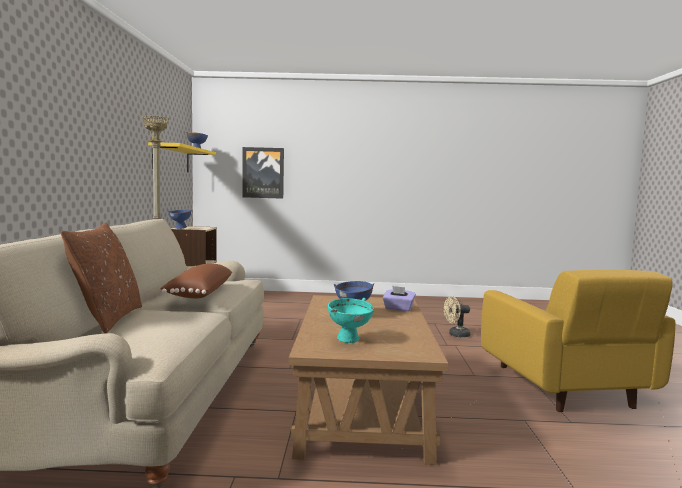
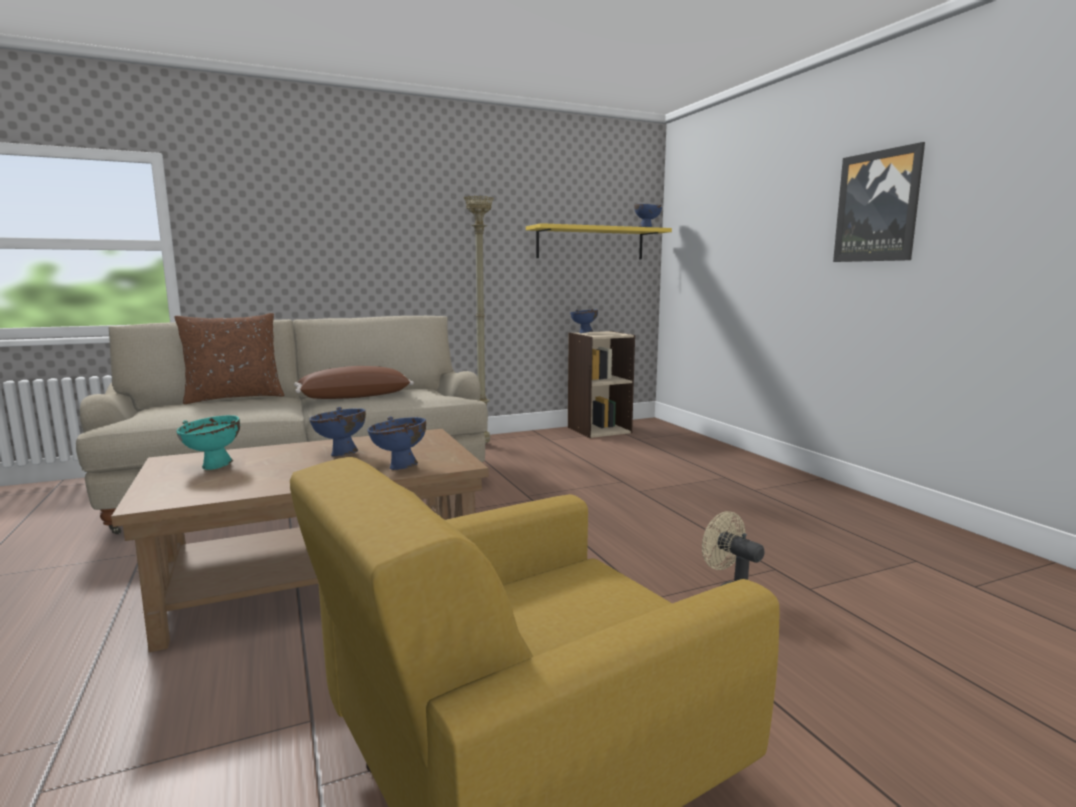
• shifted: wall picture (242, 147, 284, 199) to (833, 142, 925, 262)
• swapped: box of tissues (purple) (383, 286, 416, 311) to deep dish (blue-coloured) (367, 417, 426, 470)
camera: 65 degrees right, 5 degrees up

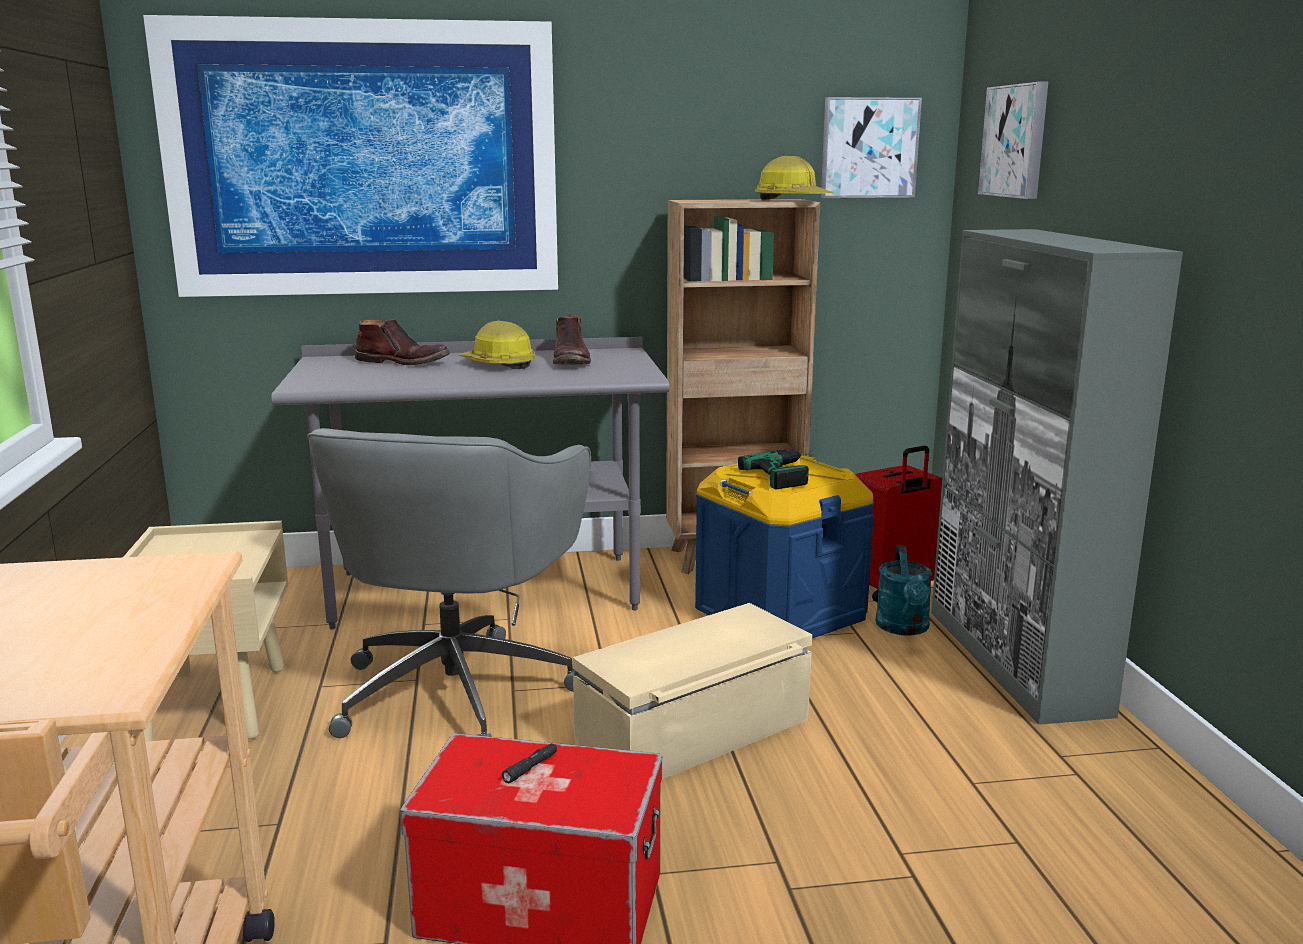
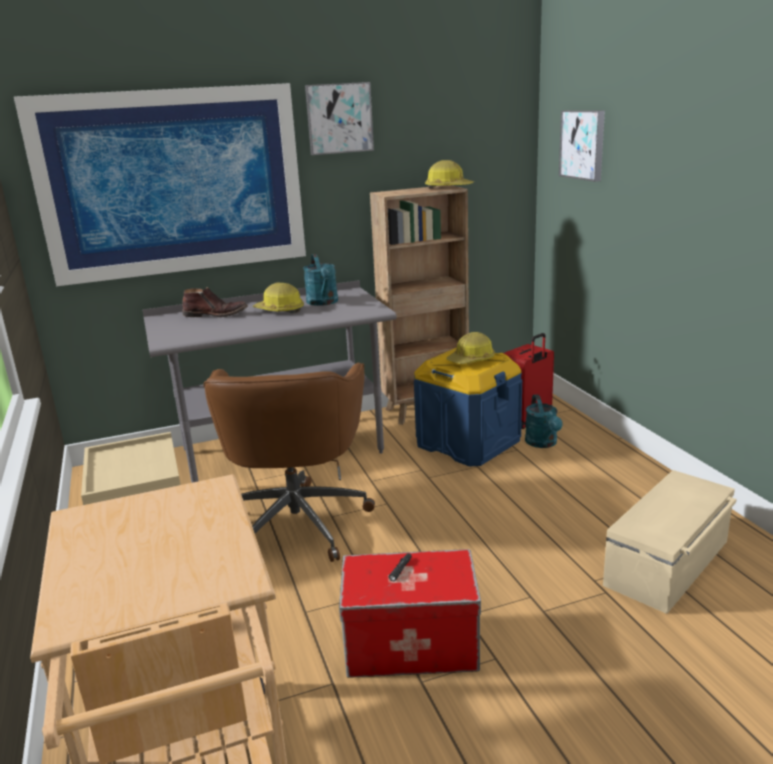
• gone: cupboard (greyish) (931, 229, 1183, 725)
• shifted: storage container (beige-coloured) (573, 603, 812, 779) to (603, 470, 737, 614)
• shifted: wall picture (821, 97, 922, 198) to (305, 82, 374, 155)
• swapped: boot (brown-coloured) (553, 315, 591, 365) to watering can (turquoise-coloured) (303, 254, 338, 306)
• swapped: electric drill (738, 449, 814, 489) to hard hat (446, 332, 495, 364)
• repainted: office chair (greyish) (307, 428, 591, 738) to office chair (brown-coloured) (203, 363, 375, 562)
camera: 10 degrees left, 5 degrees up

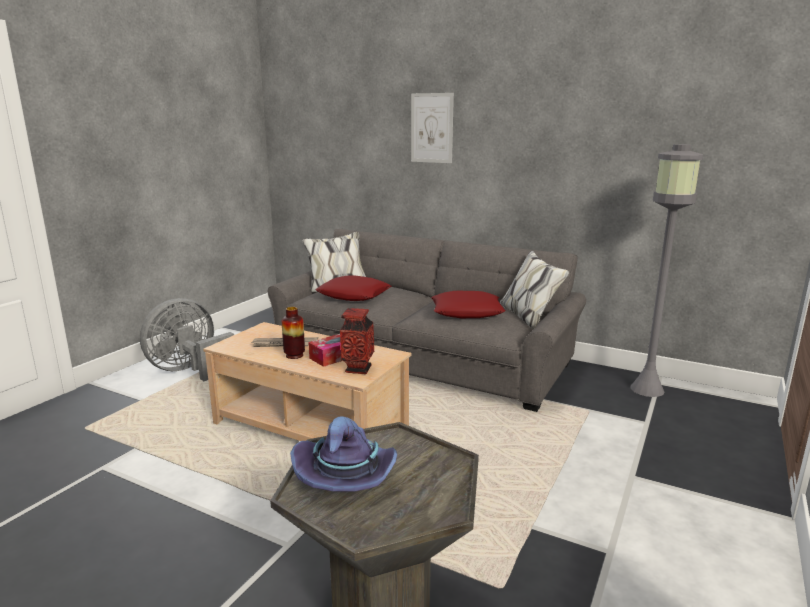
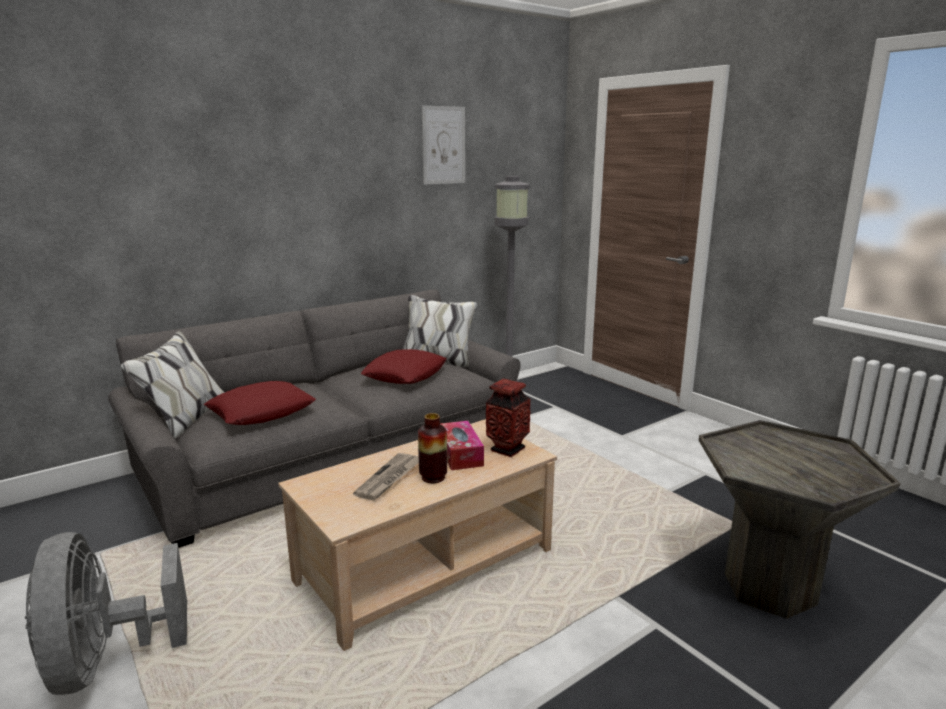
• gone: wearable hat (purple) (290, 416, 397, 491)
• shifted: wall picture (411, 93, 454, 163) to (422, 105, 465, 185)
camera: 65 degrees left, 0 degrees up

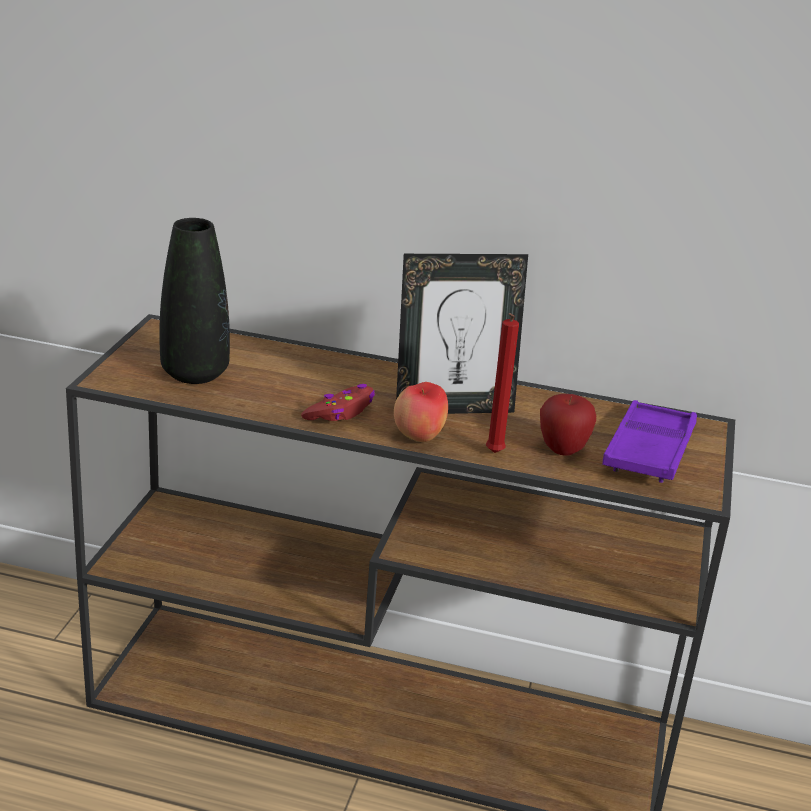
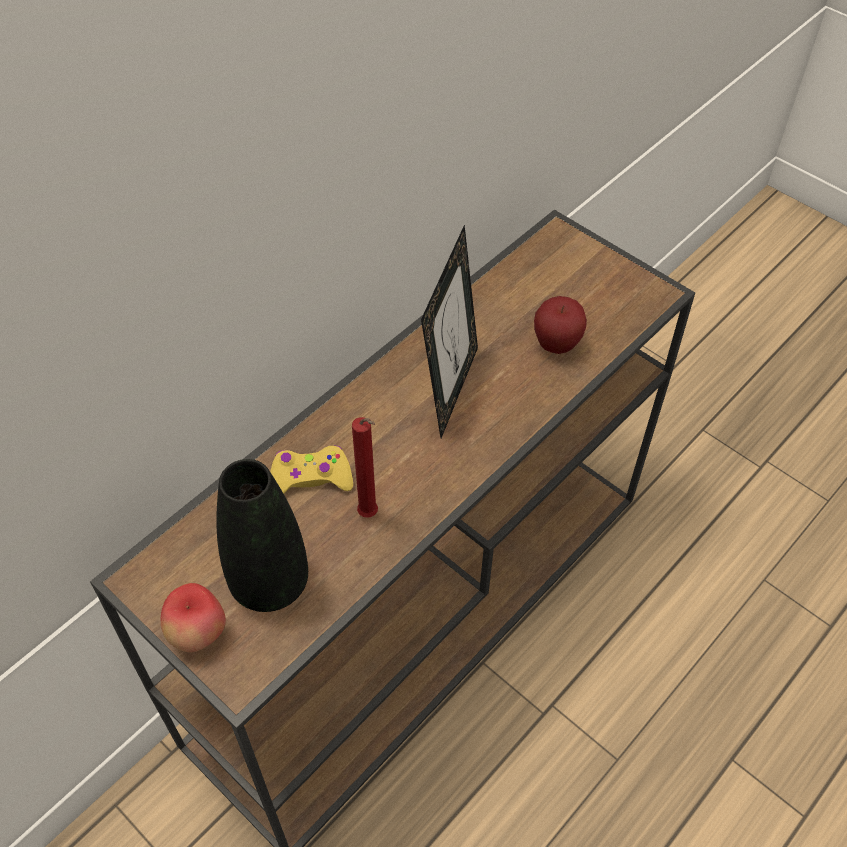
• gone: joypad (red-coloured) (301, 384, 375, 421)
• gone: serving tray (purple) (602, 400, 697, 483)
• new: joypad (yellow) (270, 445, 353, 494)
• shifted: whole apple (394, 382, 448, 442) to (161, 583, 226, 652)
• shifted: wax light (red-coloured) (486, 313, 519, 453) to (352, 417, 378, 518)
camera: 60 degrees left, 25 degrees up

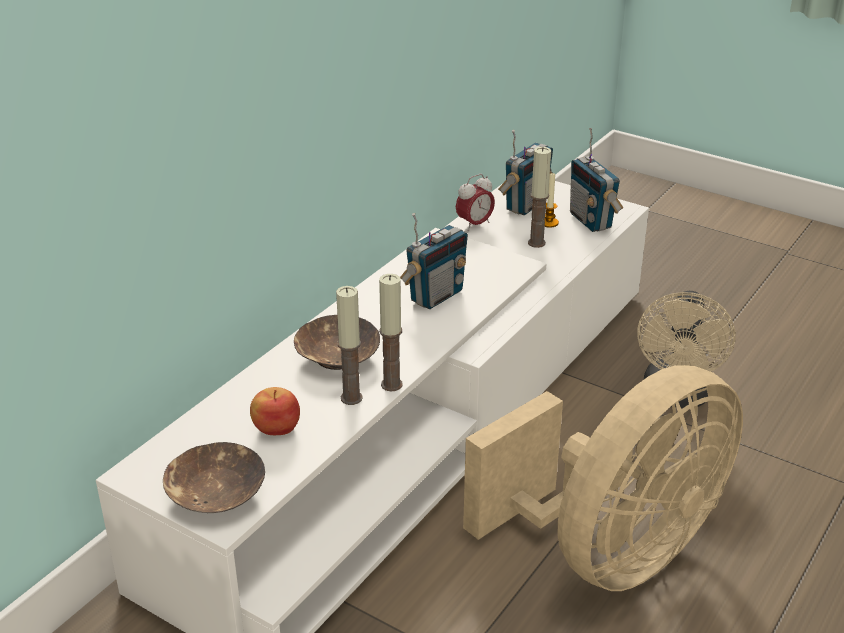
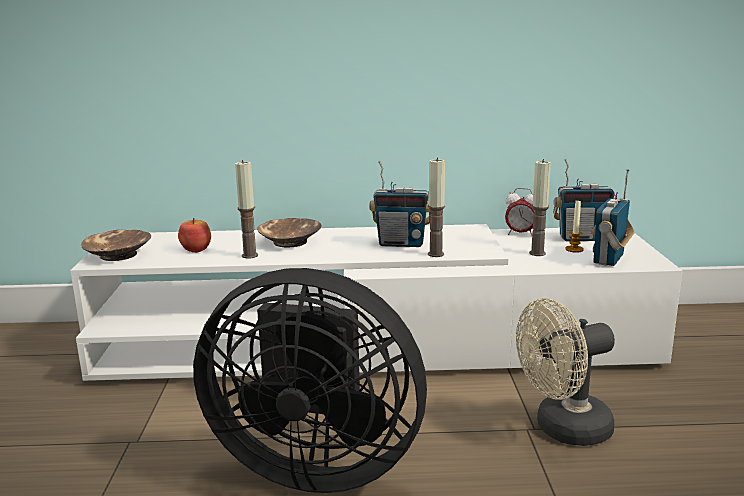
• shifted: wax light (379, 274, 403, 392) to (428, 158, 445, 257)
• repainted: electric fan (beige-coloured) (463, 365, 743, 591) to electric fan (black-coloured) (193, 268, 427, 493)
camera: 55 degrees right, 15 degrees down

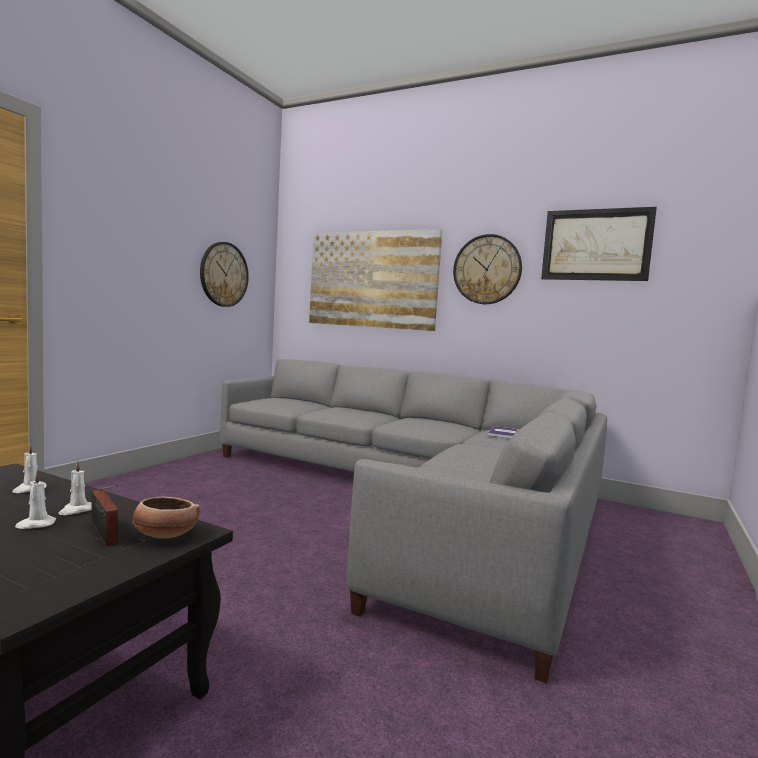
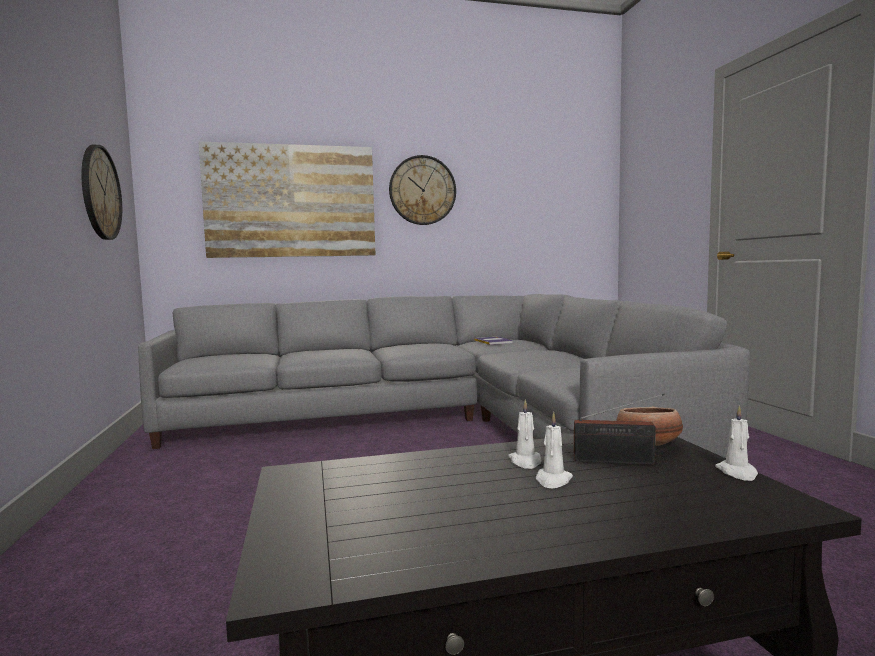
• gone: wall picture (541, 207, 657, 281)
• shifted: wax light (white) (12, 444, 47, 493) to (715, 405, 758, 481)
camera: 40 degrees left, 0 degrees up

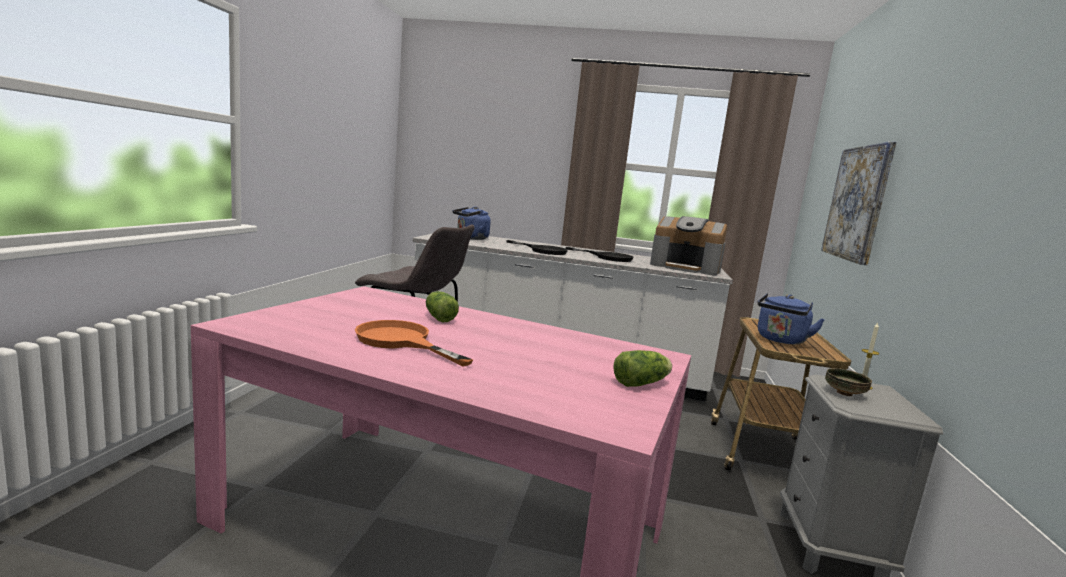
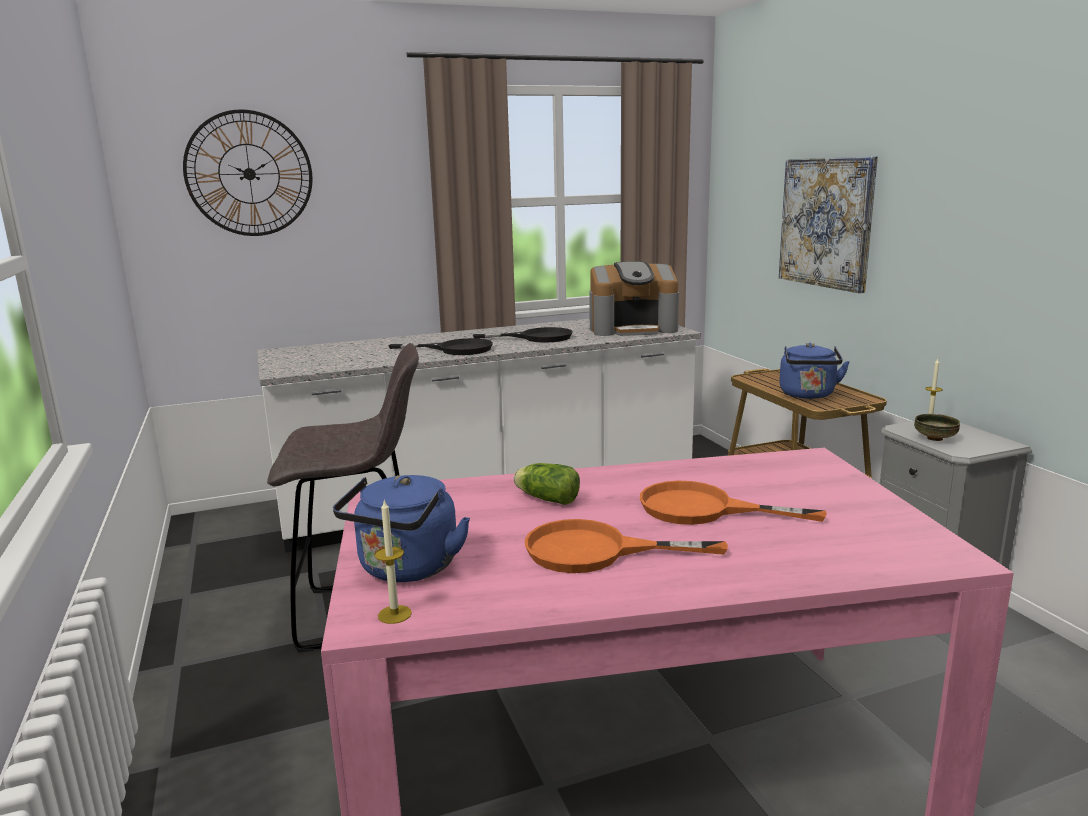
• gone: head of lettuce (613, 350, 672, 387)
• new: hanging clock (183, 109, 313, 236)
• new: wax light (374, 500, 412, 624)
• new: pan (orange-coloured) (640, 481, 827, 525)
• shifted: water kettle (blue-coloured) (453, 207, 491, 240) to (333, 475, 470, 582)
camera: 30 degrees left, 5 degrees up

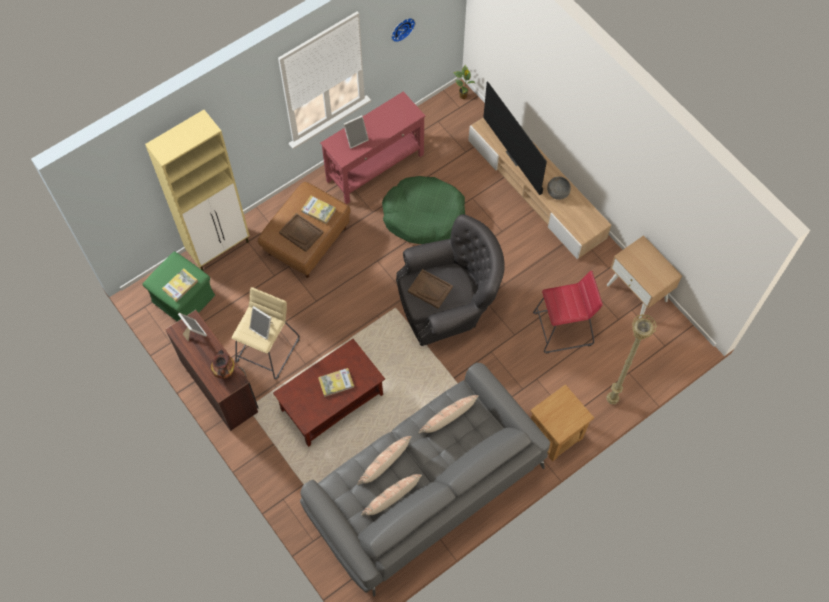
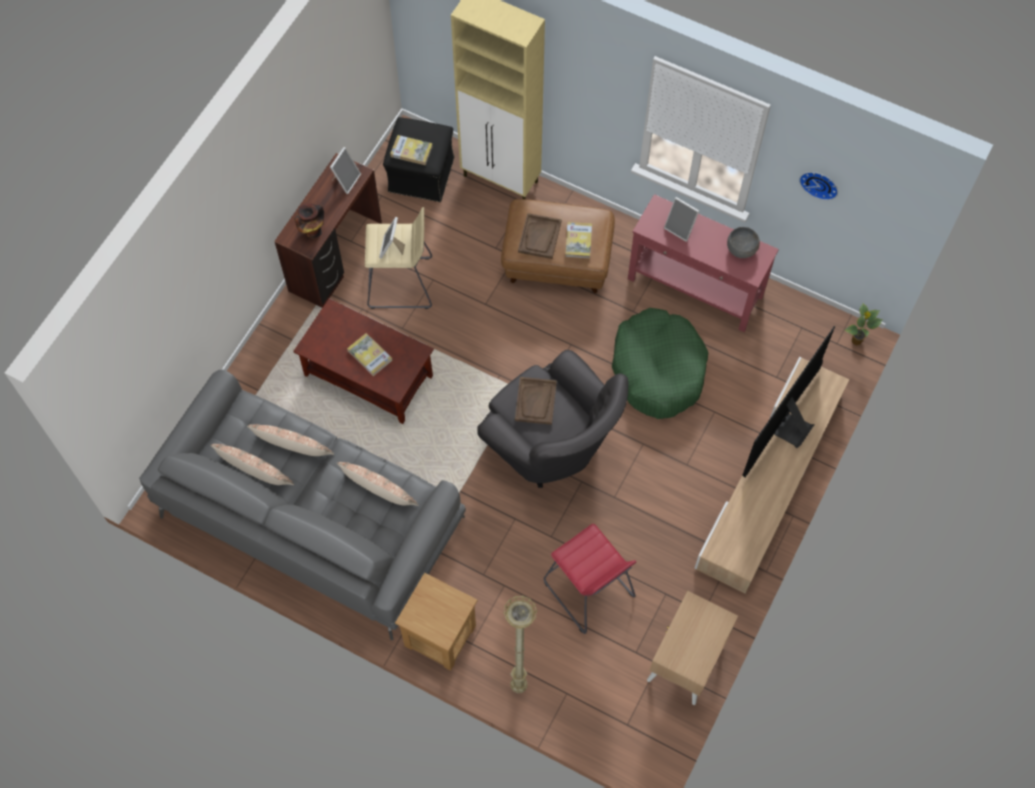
• shifted: deep dish (greyish) (547, 176, 571, 200) to (727, 227, 760, 258)
• repainted: ottoman (green) (143, 251, 215, 321) to ottoman (black-coloured) (383, 117, 454, 202)
camera: 65 degrees right, 0 degrees up

